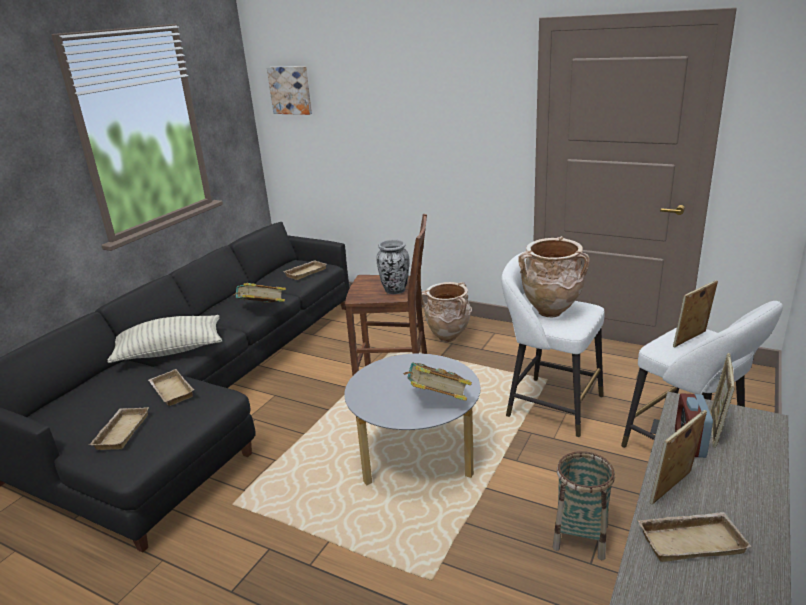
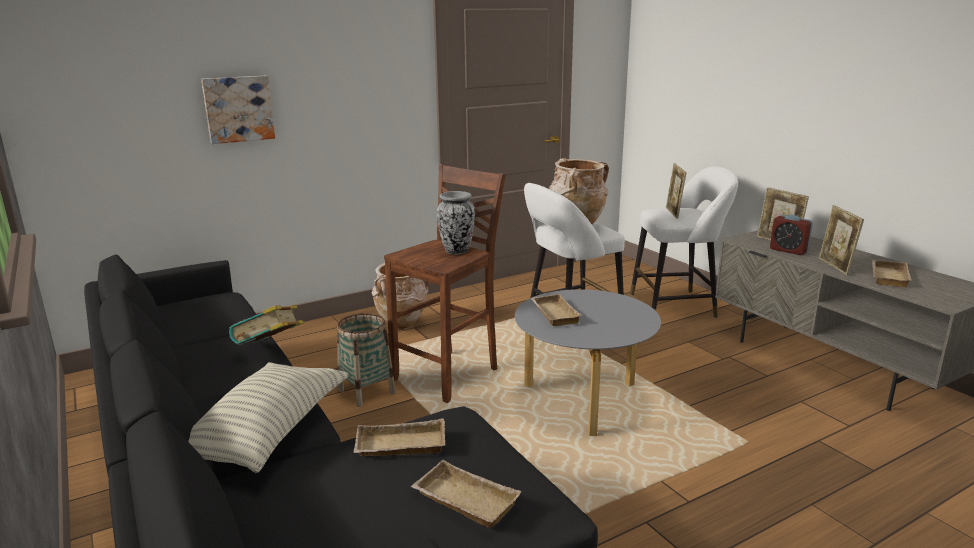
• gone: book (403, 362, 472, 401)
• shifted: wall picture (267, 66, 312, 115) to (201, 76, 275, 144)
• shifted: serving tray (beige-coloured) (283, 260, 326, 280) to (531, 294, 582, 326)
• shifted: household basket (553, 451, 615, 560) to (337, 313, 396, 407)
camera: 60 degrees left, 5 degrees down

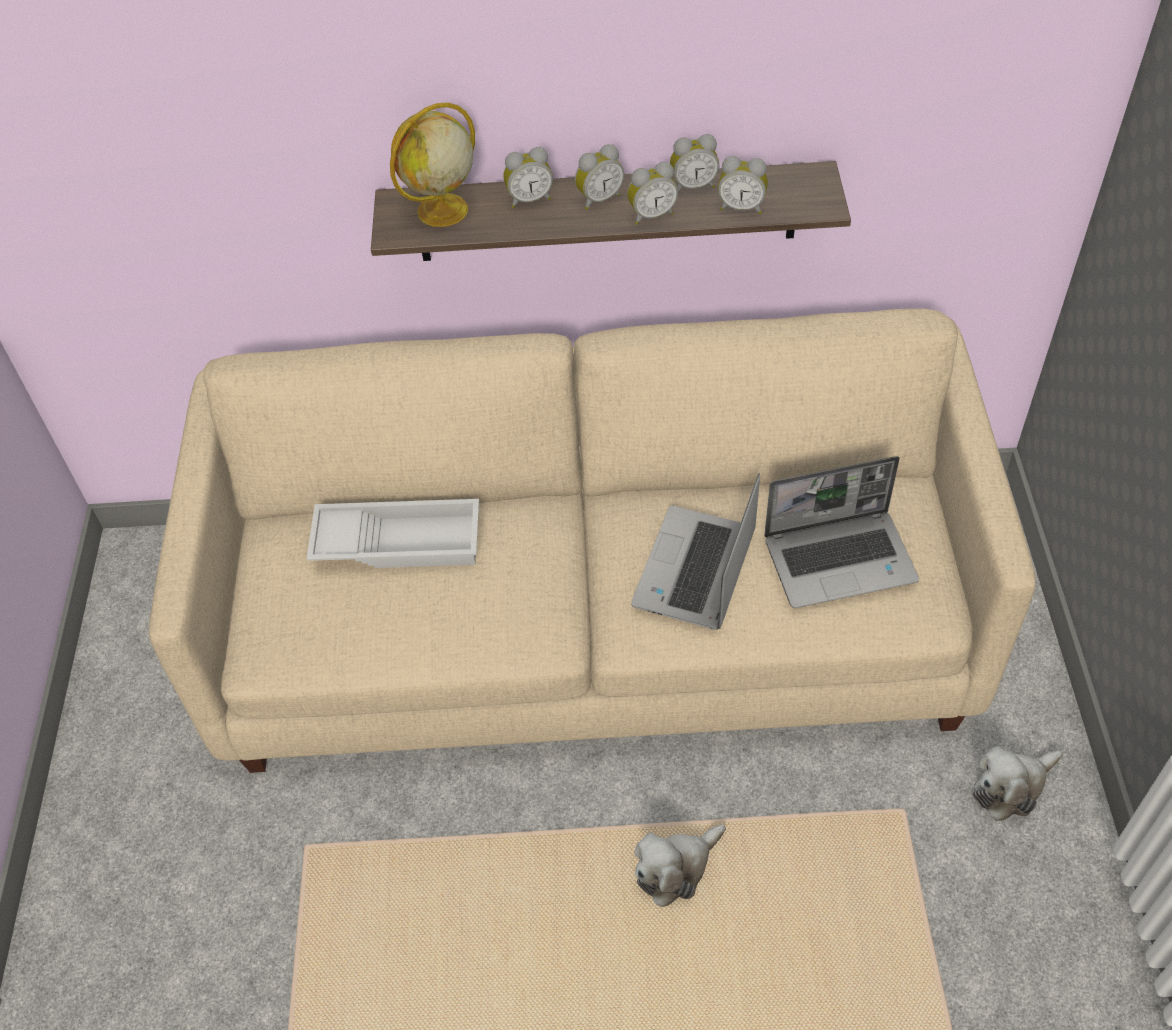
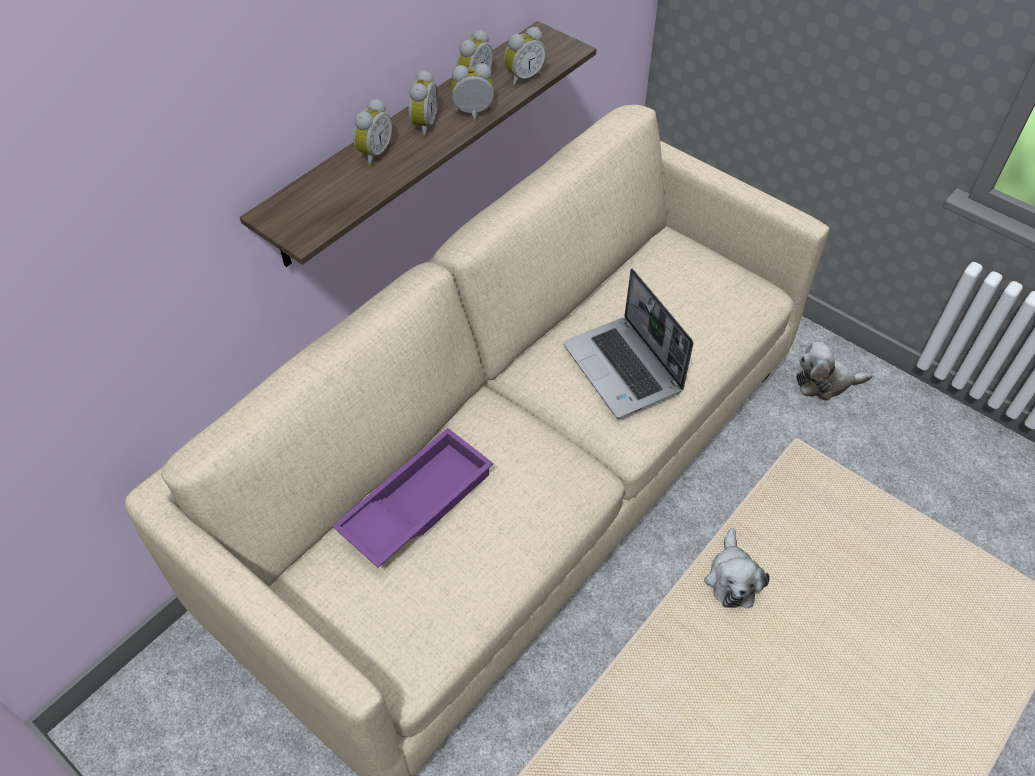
• gone: world globe (390, 102, 475, 227)
• gone: laptop (764, 456, 919, 608)
• repainted: serving tray (white) (307, 499, 479, 568) to serving tray (purple) (332, 428, 493, 568)
• rotated: alarm clock (627, 162, 678, 225) = (450, 63, 494, 121) 120 degrees counterclockwise
• rotated: soft toy (973, 746, 1063, 821) = (796, 342, 872, 401) 75 degrees clockwise
camera: 50 degrees left, 0 degrees up

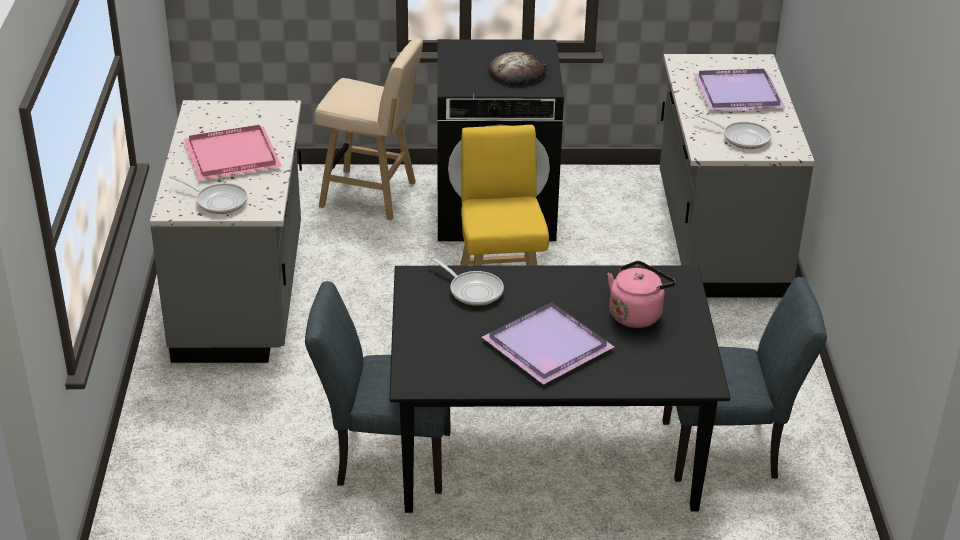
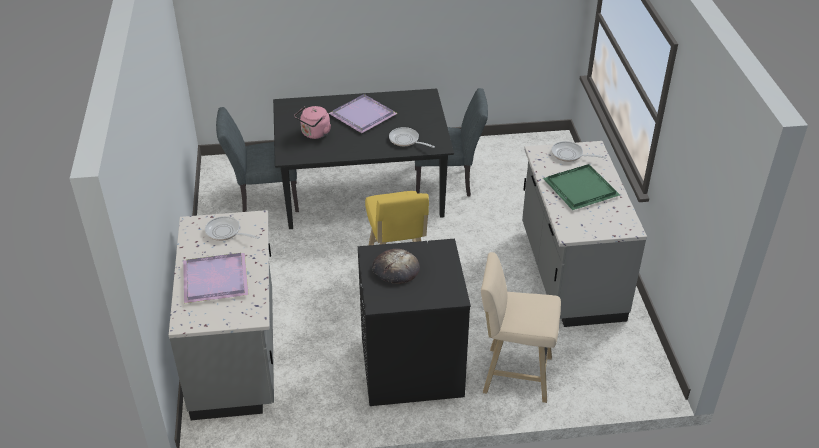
• repainted: serving tray (pink-coloured) (184, 125, 282, 180) to serving tray (green) (543, 164, 620, 210)
camera: 175 degrees right, 5 degrees up

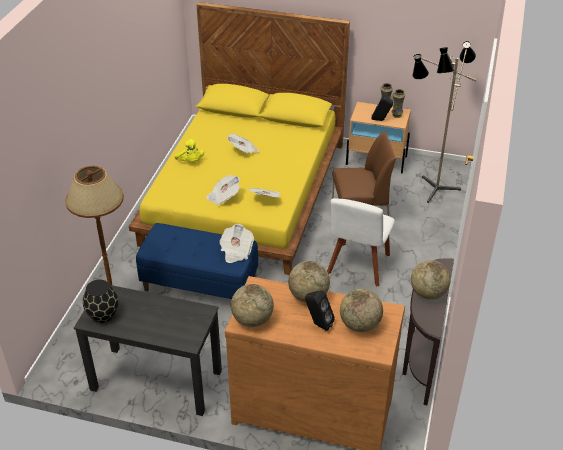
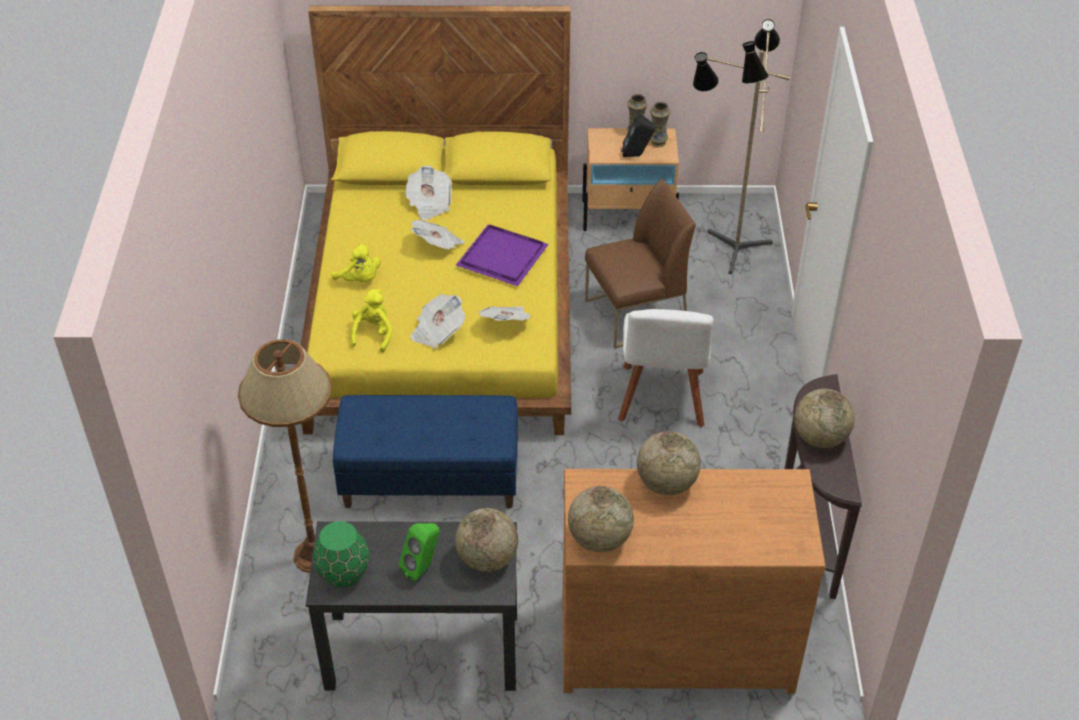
• gone: loudspeaker (black-coloured) (305, 290, 335, 331)
• new: soft toy (yellow) (351, 289, 392, 353)
• new: loudspeaker (green) (399, 523, 440, 582)
• new: serving tray (purple) (456, 224, 549, 286)
• shifted: newspaper (219, 224, 254, 263) to (405, 165, 452, 220)
• shifted: world globe (340, 289, 383, 332) to (455, 508, 518, 572)
• repainted: vase (black-coloured) (83, 279, 118, 323) to vase (green) (313, 521, 369, 588)
camera: 15 degrees left, 5 degrees up

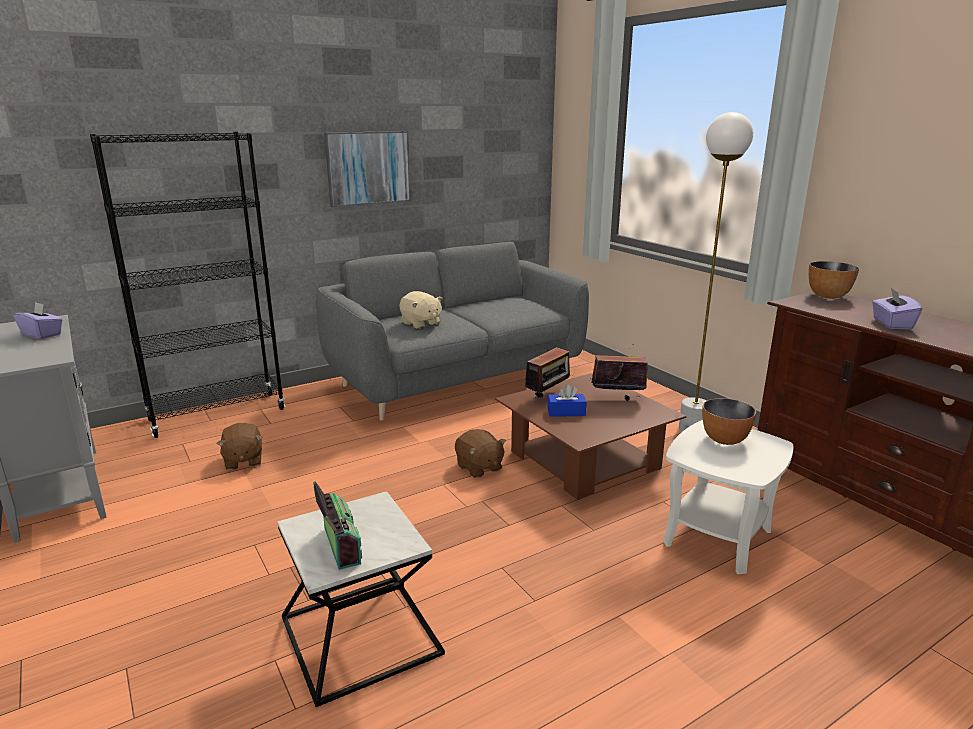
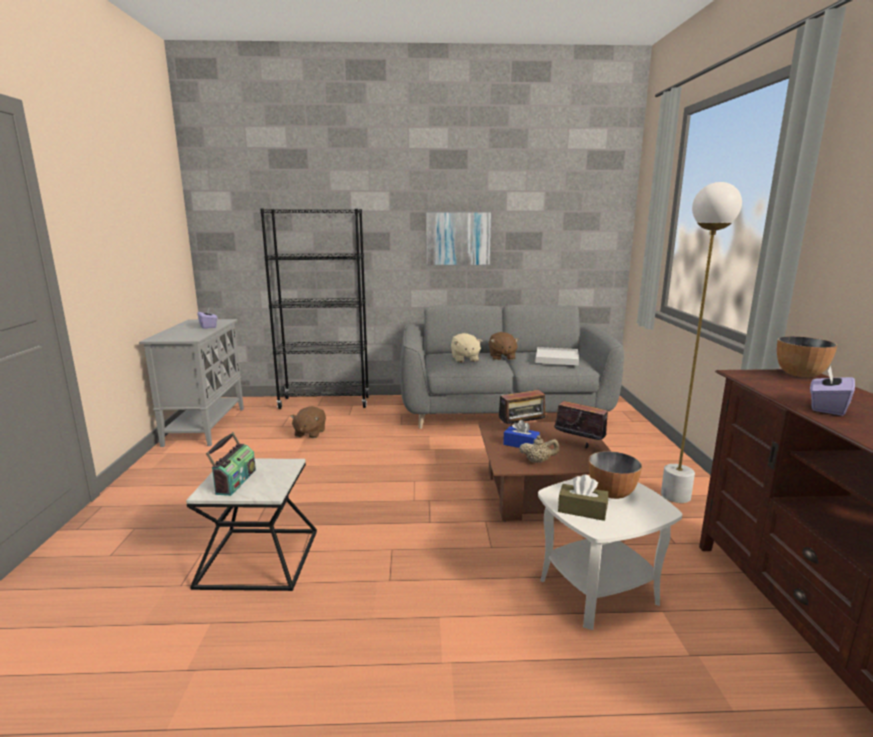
• new: tea pot (beige-coloured) (519, 436, 559, 463)
• new: serving tray (white) (535, 347, 579, 366)
• new: box of tissues (brown-coloured) (558, 475, 608, 521)
• shifted: soft toy (brown-coloured) (455, 429, 506, 478) to (489, 332, 519, 360)
camera: 30 degrees right, 5 degrees down

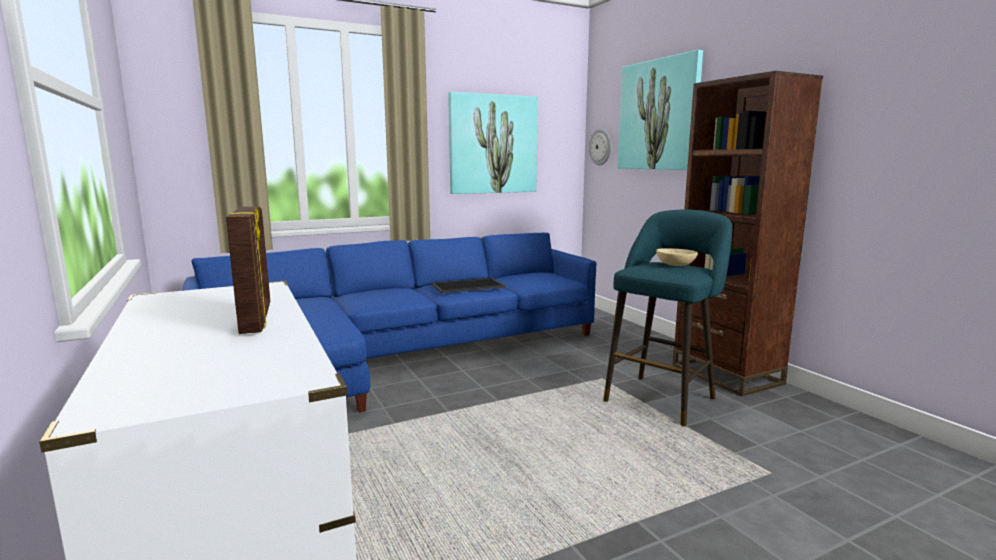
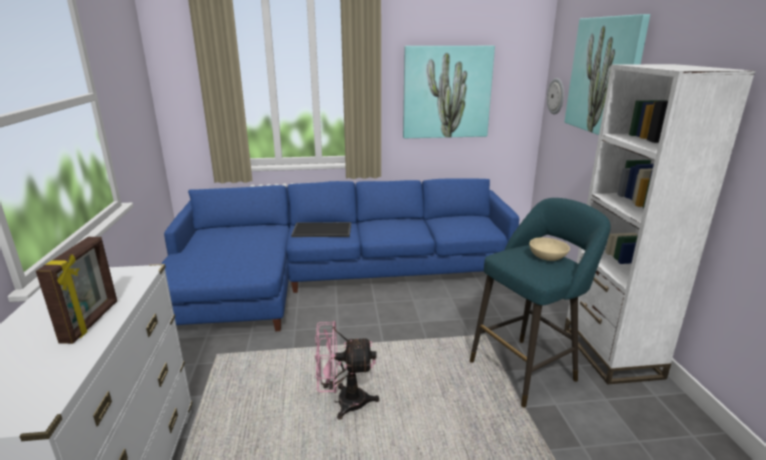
• new: electric fan (pink-coloured) (315, 321, 379, 420)
• shifted: serving tray (431, 278, 506, 293) to (291, 222, 351, 237)
• repainted: shelving unit (brown-coloured) (673, 71, 823, 396) to shelving unit (white) (564, 64, 756, 384)
camera: 20 degrees right, 10 degrees up

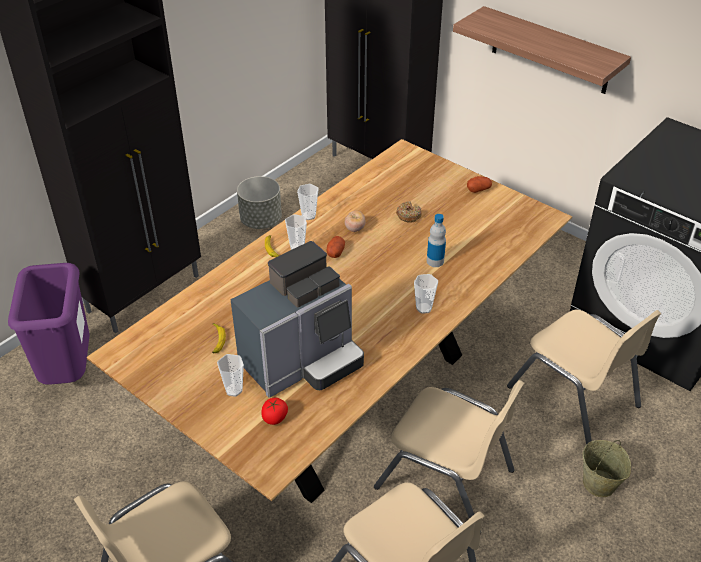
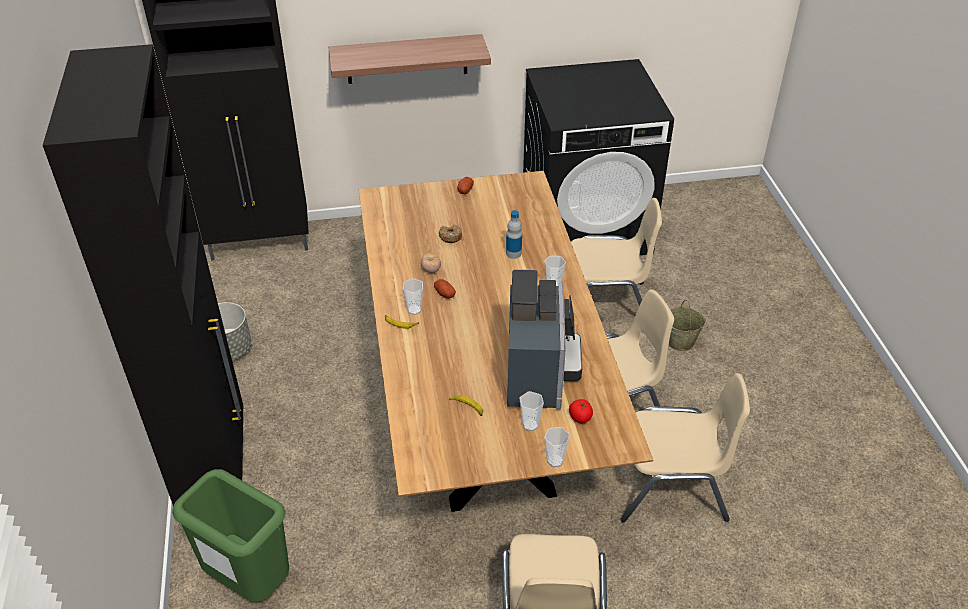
• shifted: small cup (297, 184, 319, 220) to (544, 427, 570, 467)
• repainted: rubbish bin (purple) (8, 263, 90, 385) to rubbish bin (green) (172, 469, 289, 601)
camera: 50 degrees left, 0 degrees up

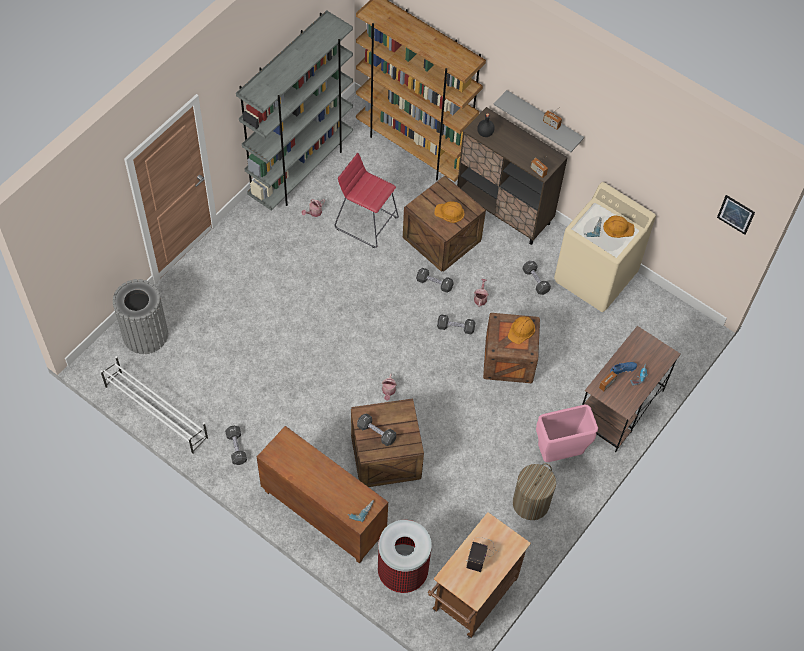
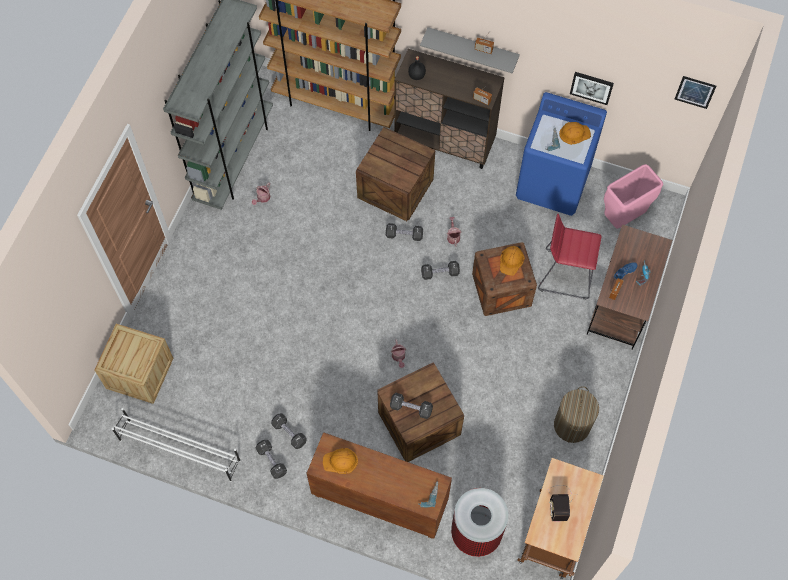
• new: wall picture (570, 72, 614, 105)
• shifted: stool (red-coloured) (334, 153, 399, 248) to (538, 214, 602, 299)
• shifted: hard hat (orange-coloured) (434, 201, 464, 223) to (323, 448, 358, 474)
• shifted: free weight (black-coloured) (523, 261, 551, 295) to (271, 413, 307, 449)
• shifted: rubbish bin (pink-coloured) (536, 405, 598, 462) to (604, 164, 663, 229)
• swapped: rubbish bin (greyish) (113, 279, 168, 354) to packing crate (94, 324, 173, 404)
• repainted: washing machine (beige-coloured) (554, 182, 656, 312) to washing machine (blue-coloured) (516, 92, 607, 216)
camera: 15 degrees left, 5 degrees up

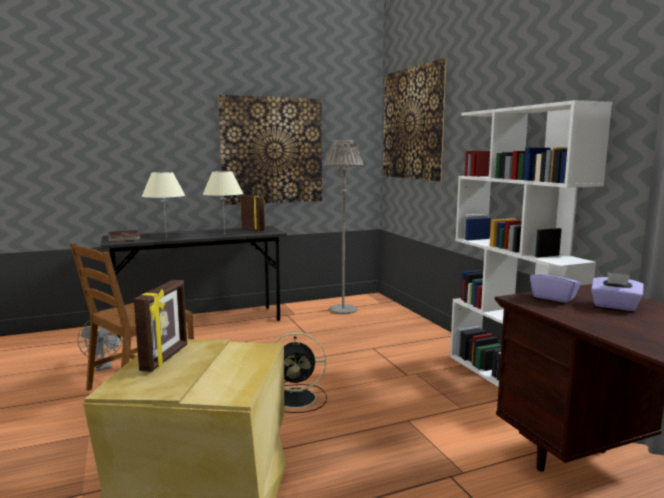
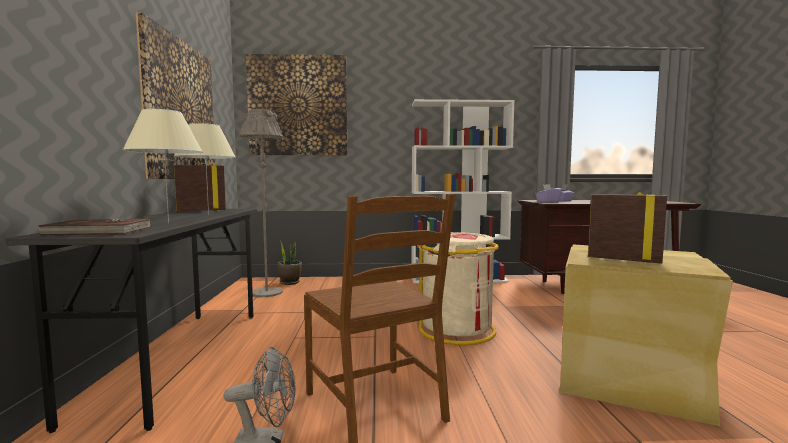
• new: plant in a pot (278, 242, 302, 285)
• swapped: electric fan (black-coloured) (272, 332, 327, 413) to rubbish bin (beige-coloured) (417, 232, 499, 345)
camera: 70 degrees left, 5 degrees down

